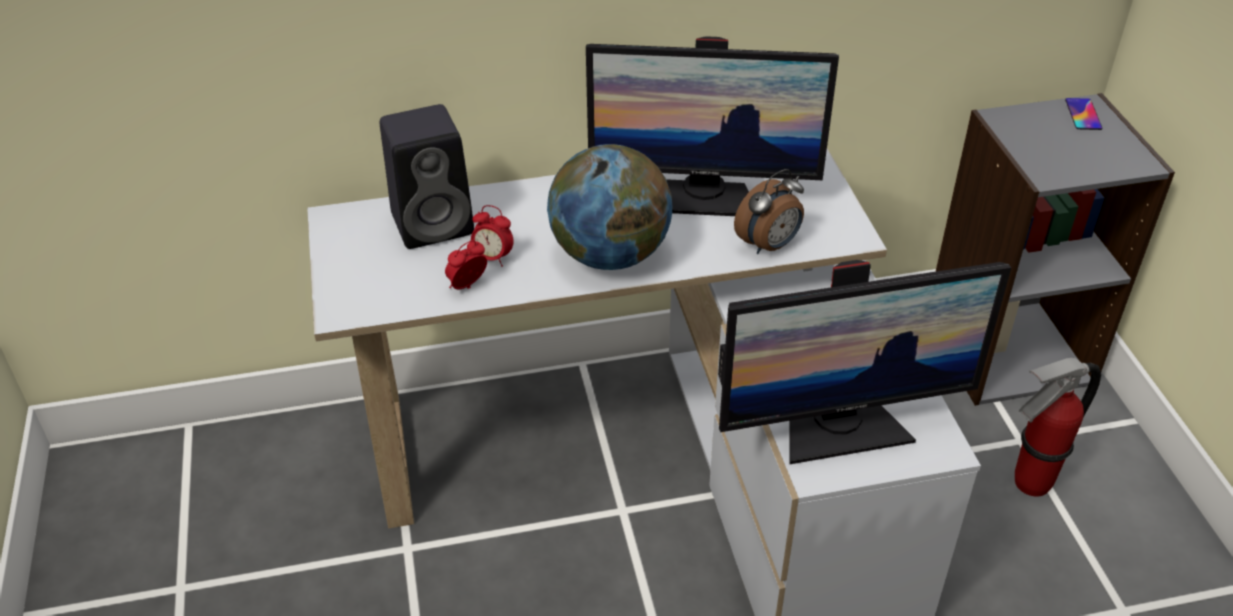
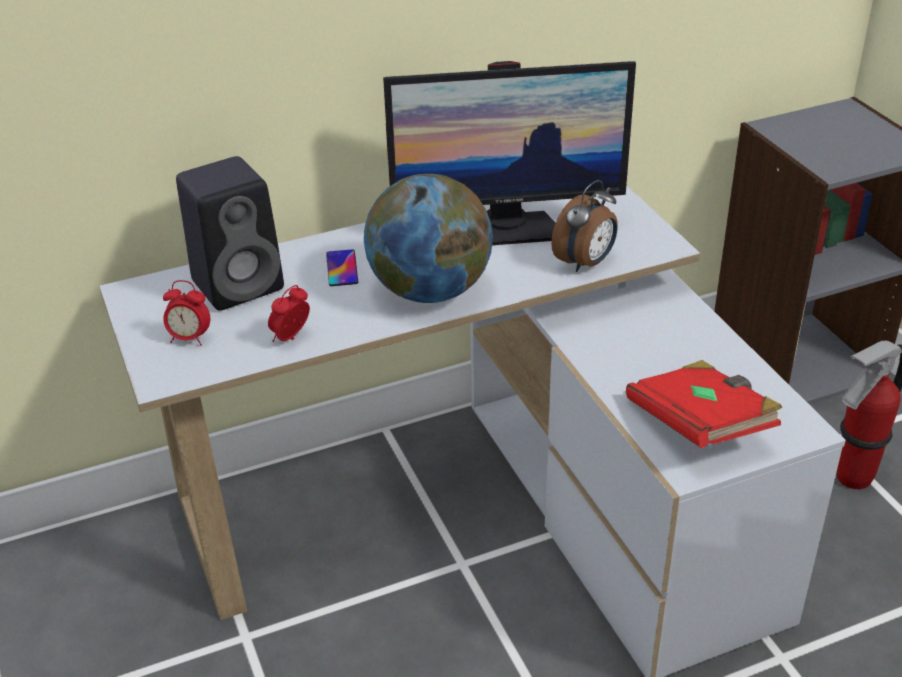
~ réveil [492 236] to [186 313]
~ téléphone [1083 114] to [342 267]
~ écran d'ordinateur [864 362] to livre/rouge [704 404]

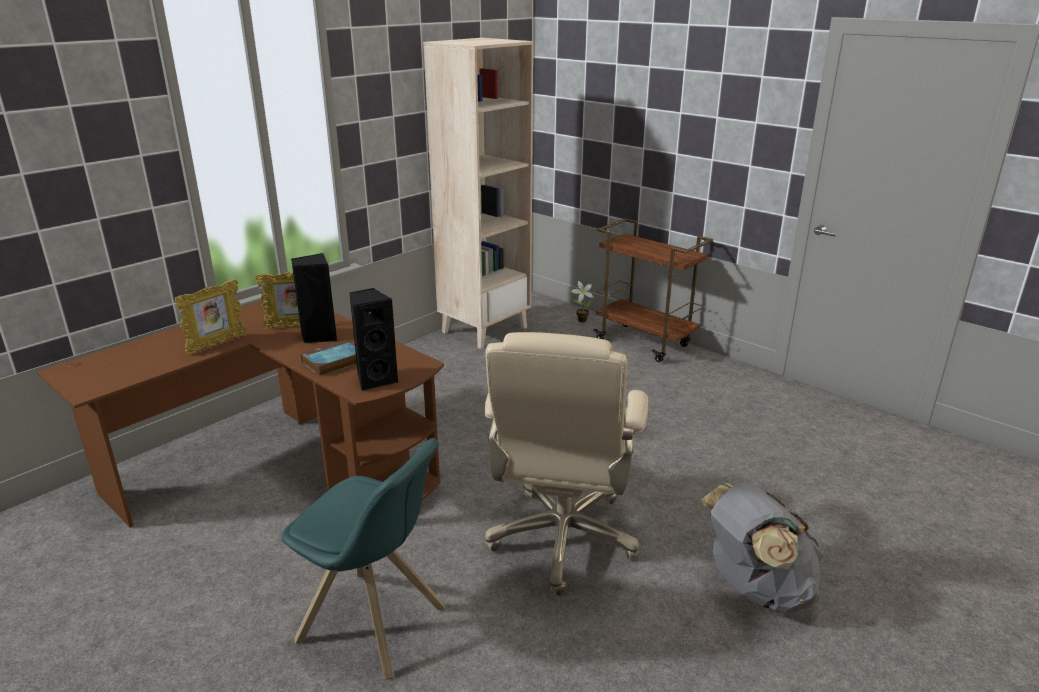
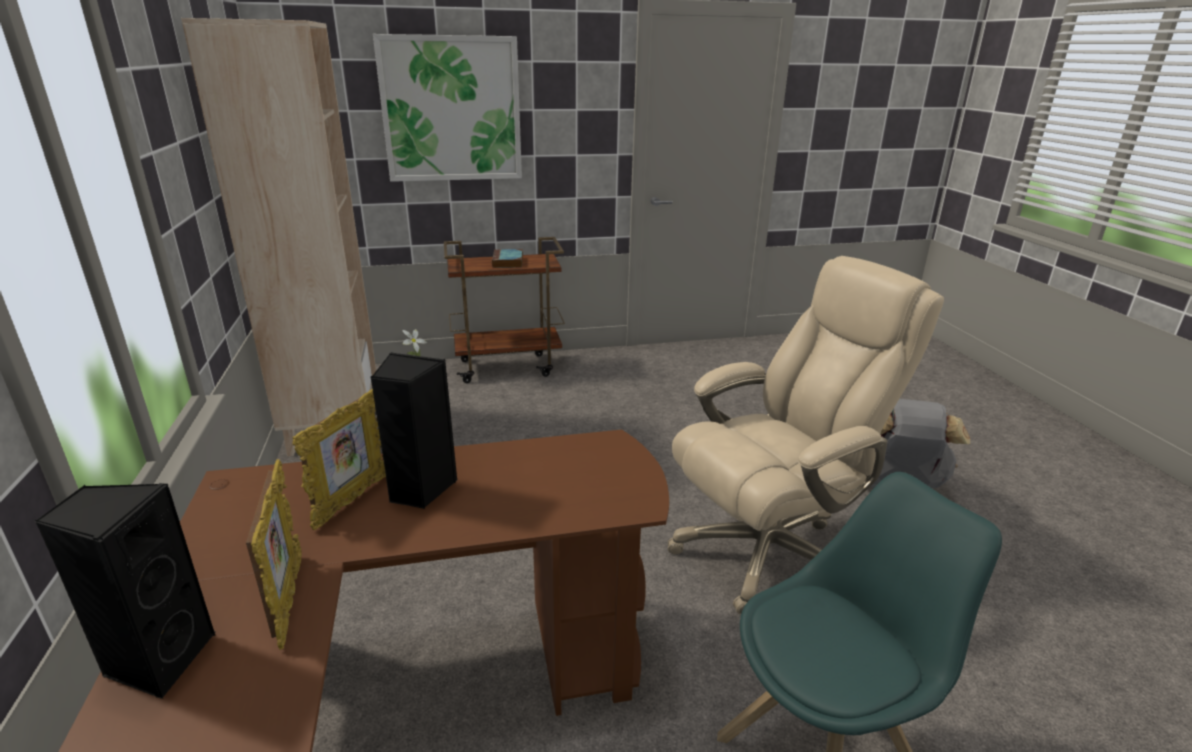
+ tableau [447 108]
~ livre [329 358] to [507 258]
~ enceinte/noir [374 339] to [125 591]
~ chaise de bureau/beige [567 464] = [806 435] 75 degrees counterclockwise

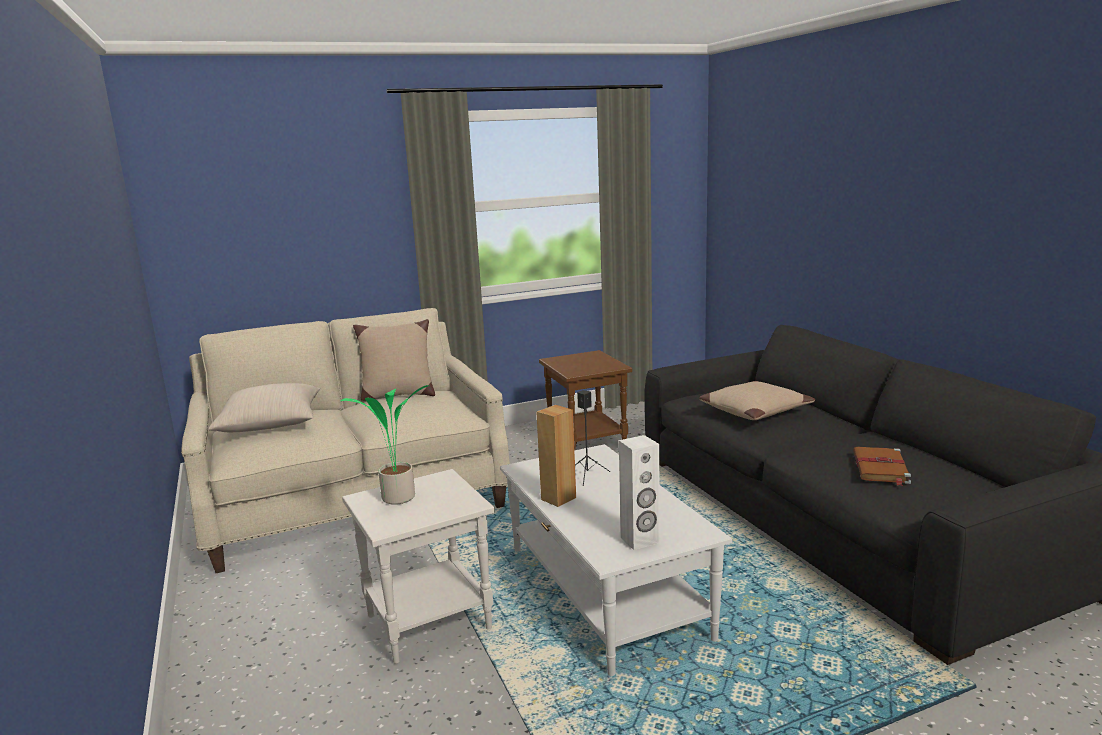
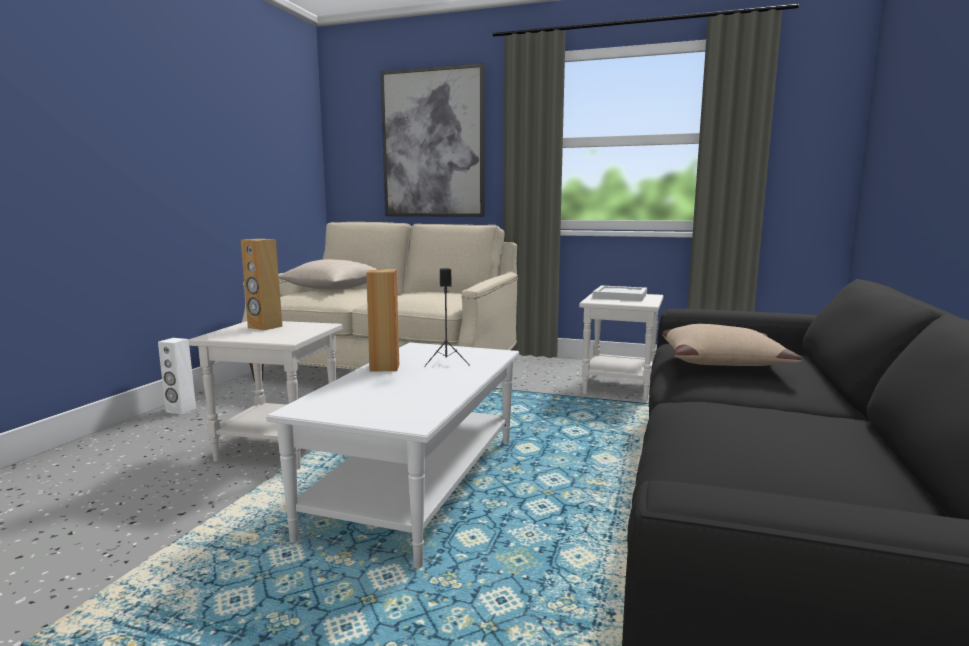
- coussin/beige [394 360]
- livre/marron [882 466]
+ tableau [433 140]
+ plateau/blanc [620 293]
~ enceinte/blanc [639 492] to [177 376]
~ plante en pot [384 445] to enceinte/marron [262 284]
~ table d'appoint/marron [585 400] to table d'appoint/blanc [621 347]

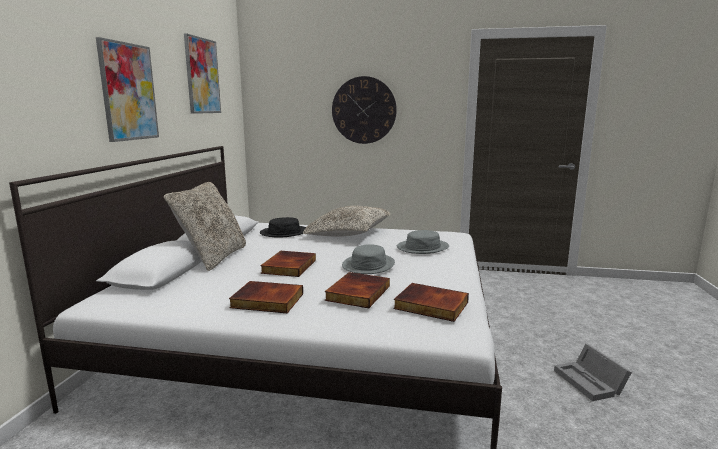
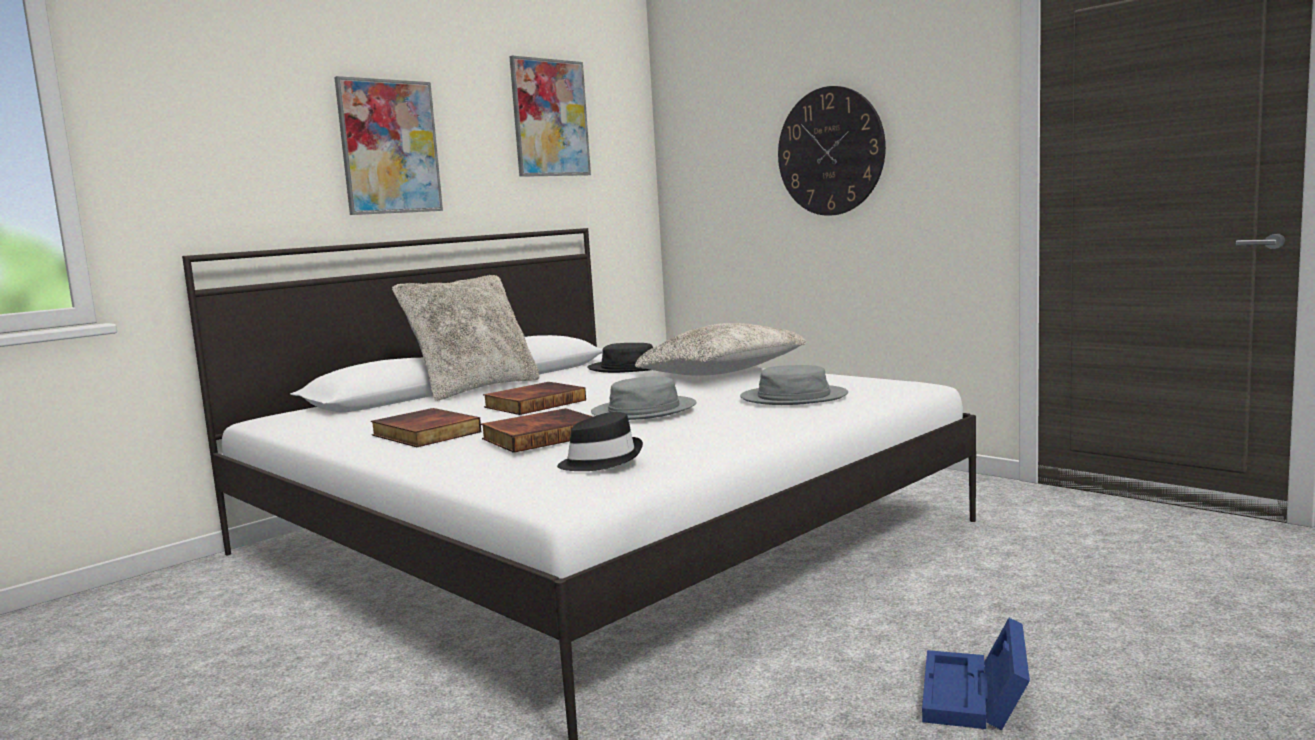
~ livre [431 302] to chapeau/noir [600 441]
~ boîte de rangement/gris [593 372] to boîte de rangement/bleu [976 674]

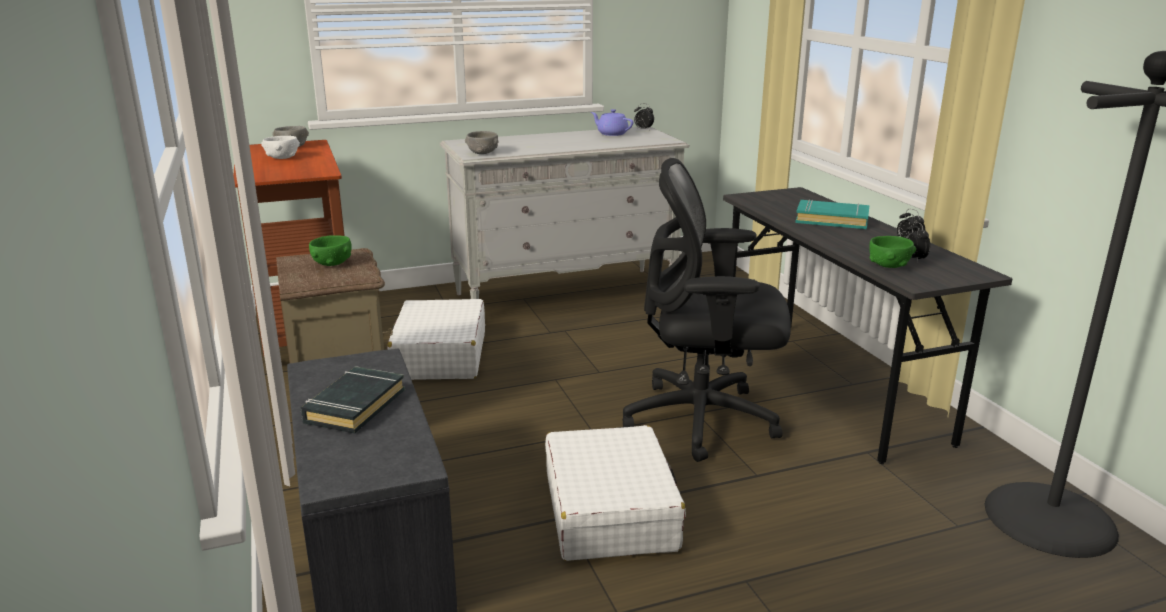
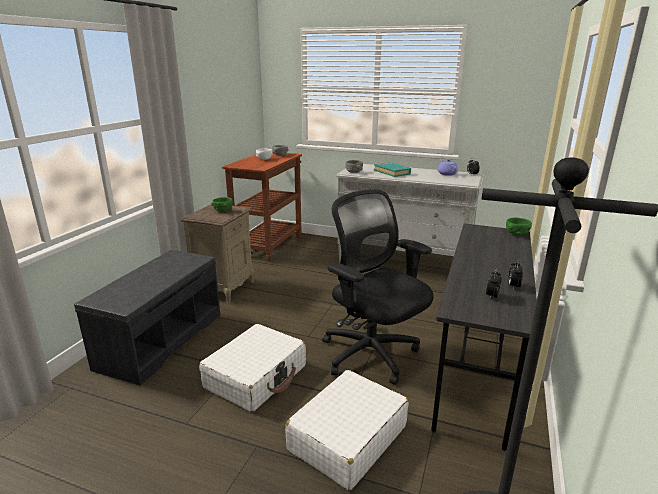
- livre/noir [352 400]
~ valise/blanc [436 339] to [346 430]
~ livre/turquoise [832 214] to [392 169]
~ bol/vert [892 252] to [519 226]

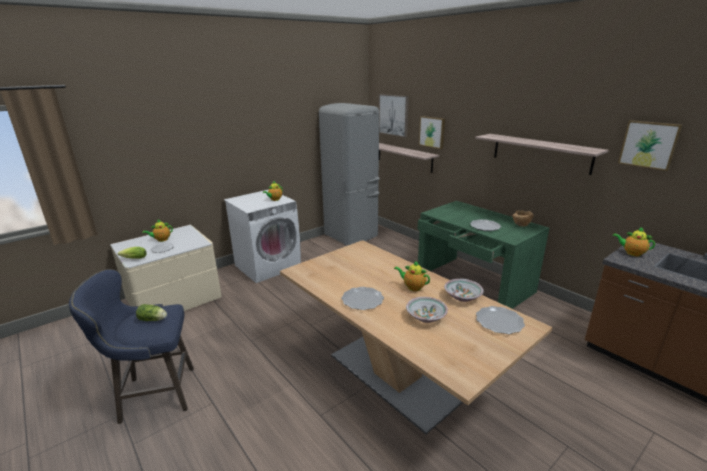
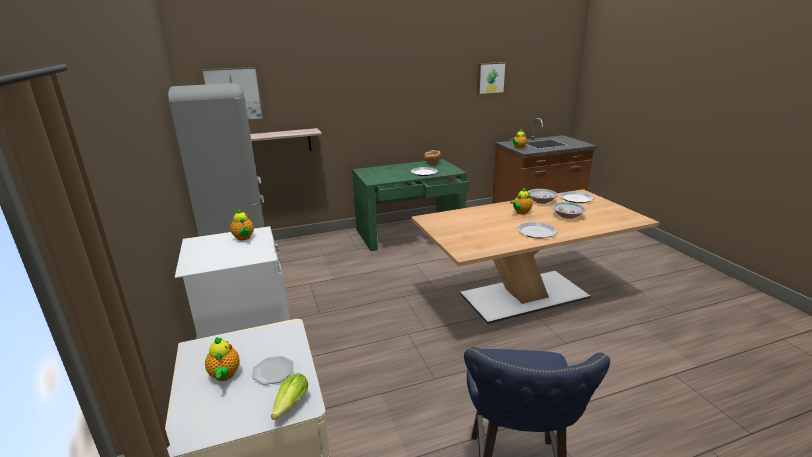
- laitue [151 312]
- tableau [432 132]
- étagère [542 154]

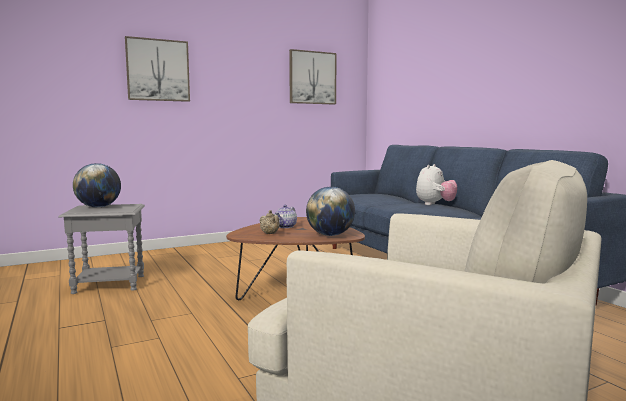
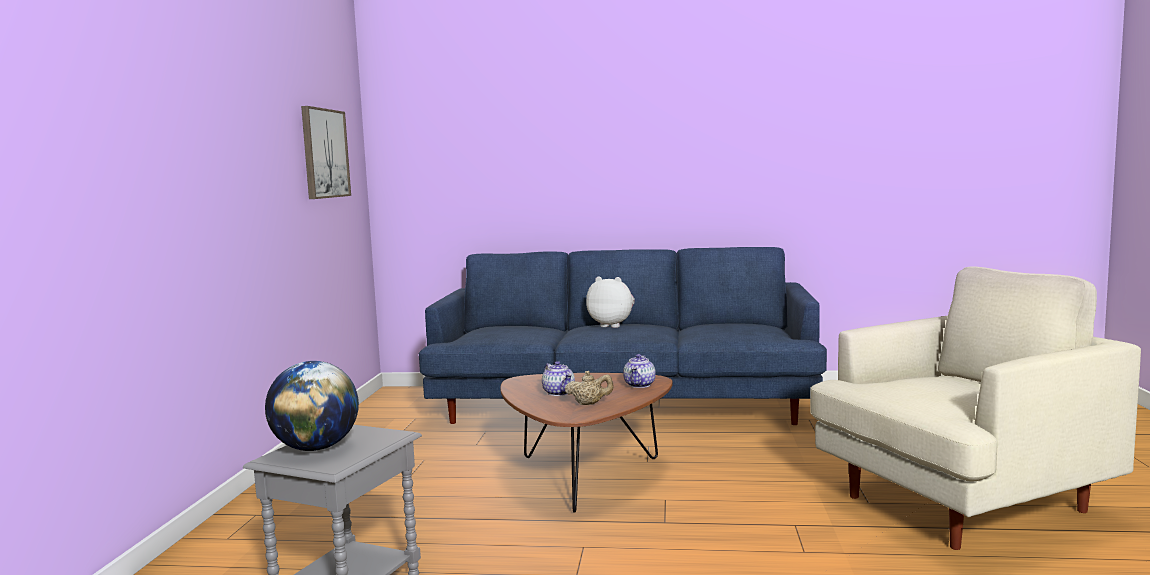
- tableau [157 69]
~ globe [330 211] to théière [639 371]
~ peluche [436 184] = [610 302] 45 degrees counterclockwise

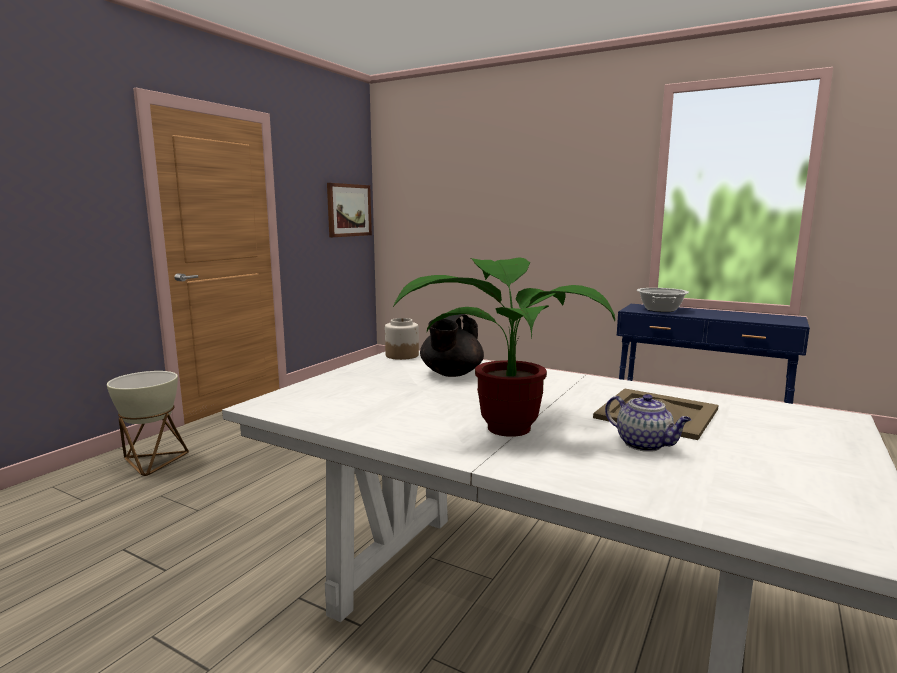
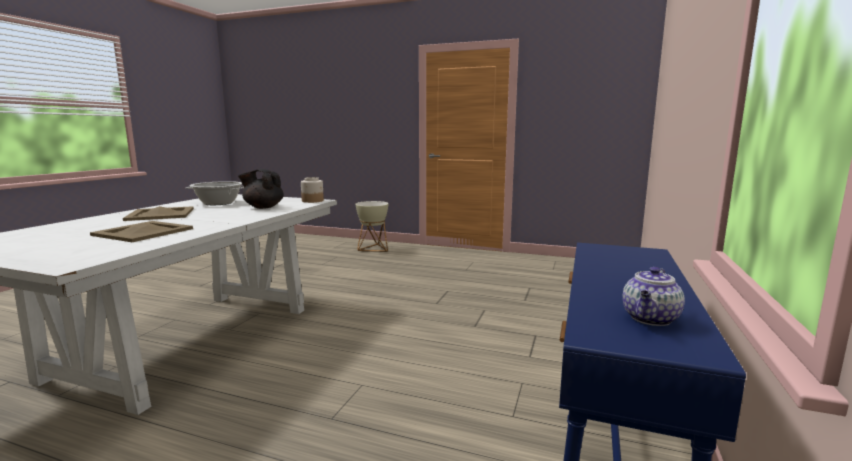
- tableau [349 210]
~ théière [648 423] to [654 296]
~ marmite [663 300] to [215 193]
~ plante en pot [504 347] to plateau/beige [158 213]

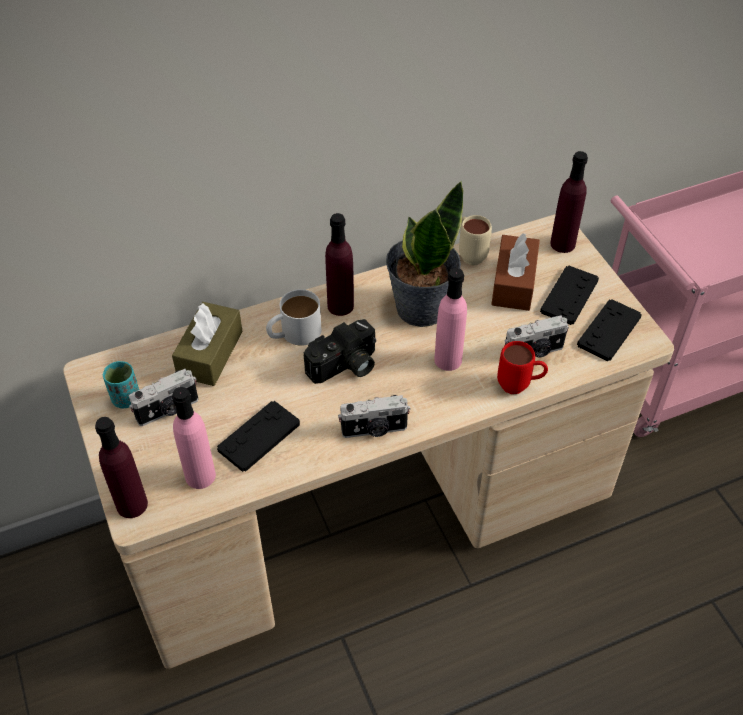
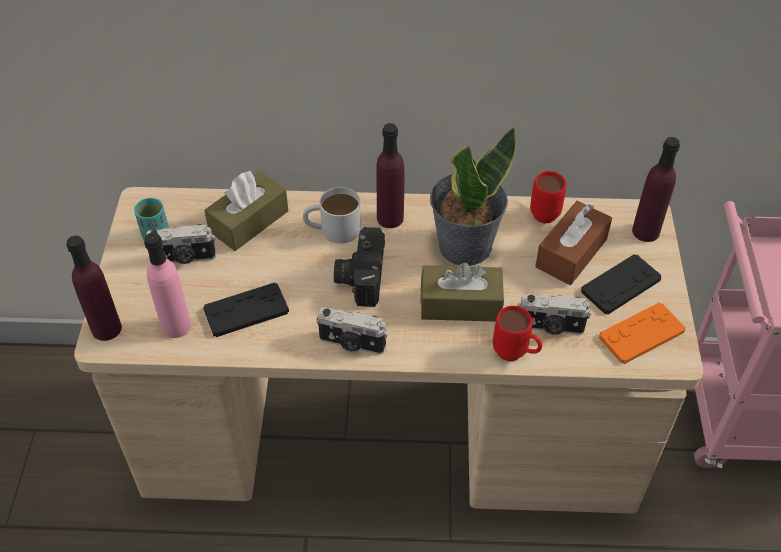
~ bouteille/rose [450 319] to boîte à mouchoirs/marron [462 292]
~ mug/beige [475 240] to mug/rouge [548 197]
~ manette/noir [609 330] to manette/orange [642 333]
~ appareil photo [340 351] = [359 267] 105 degrees clockwise

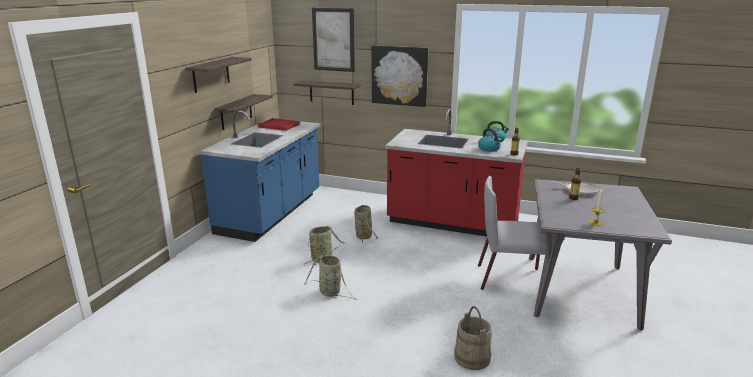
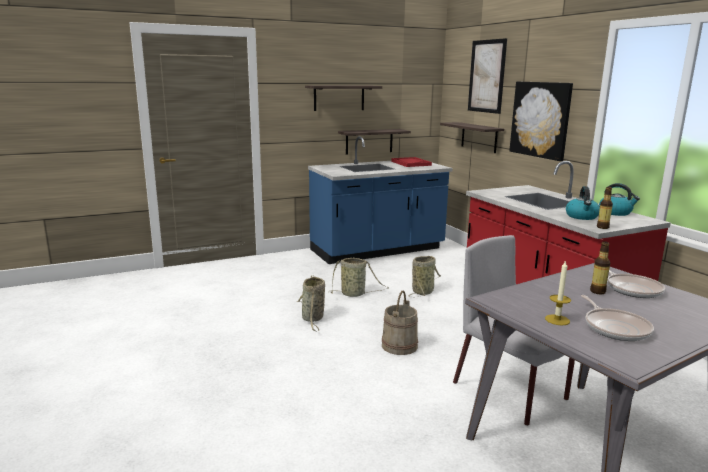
+ poêle [617 318]
~ seau/beige [473 338] to [400 323]

